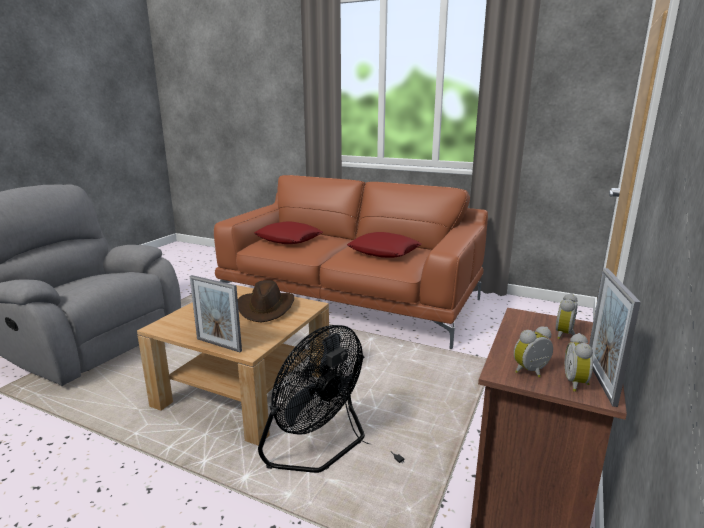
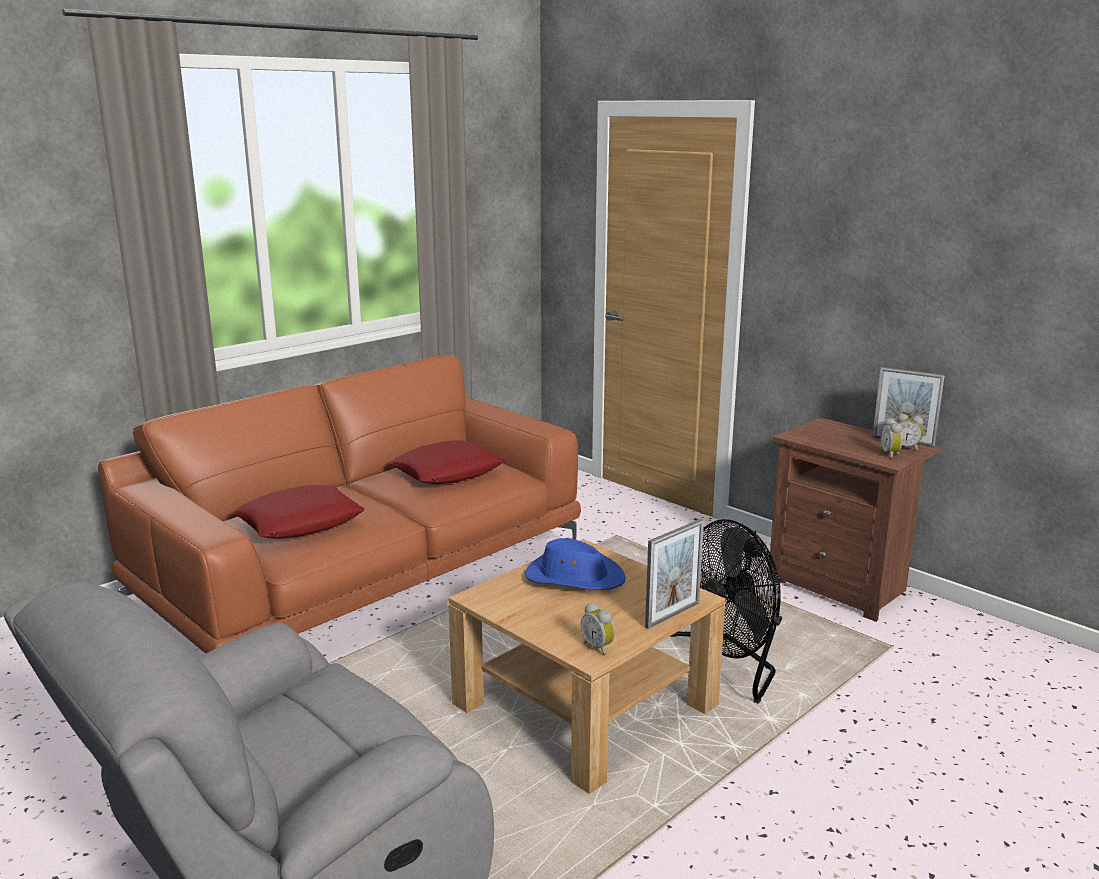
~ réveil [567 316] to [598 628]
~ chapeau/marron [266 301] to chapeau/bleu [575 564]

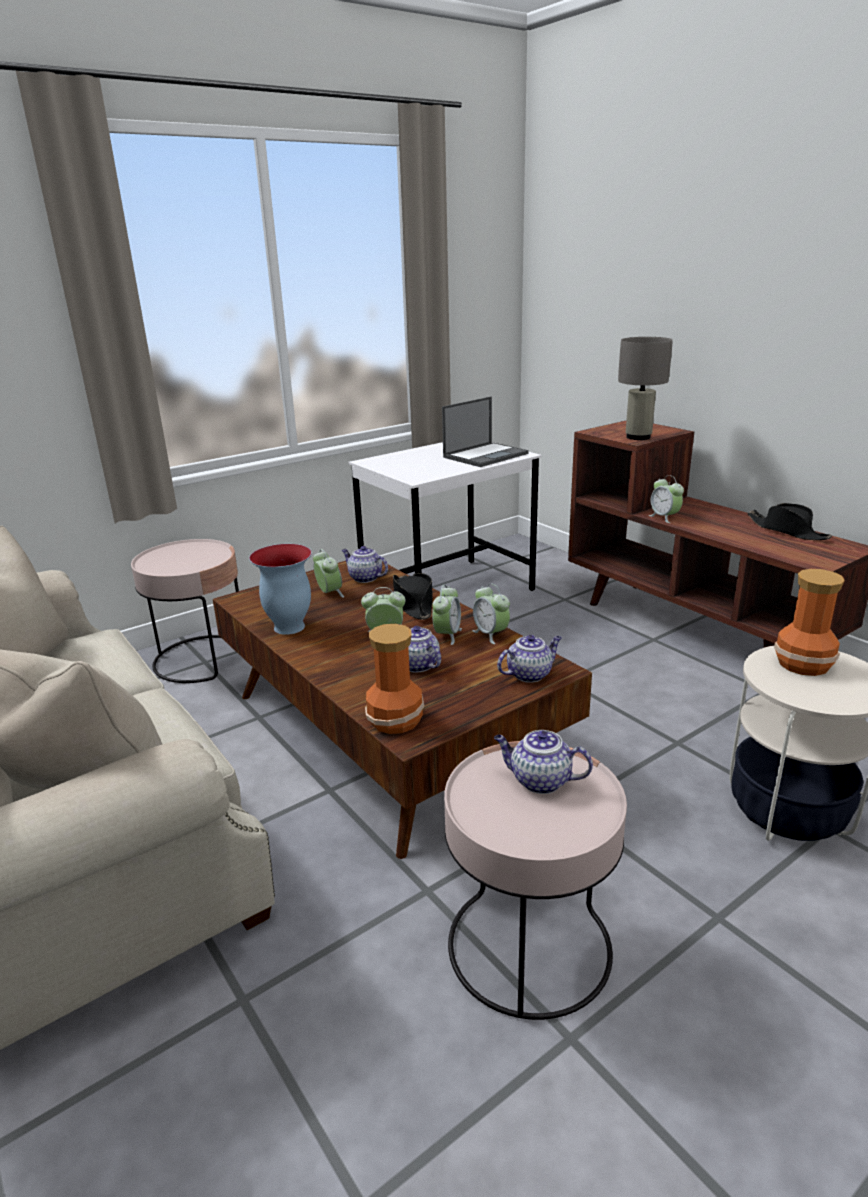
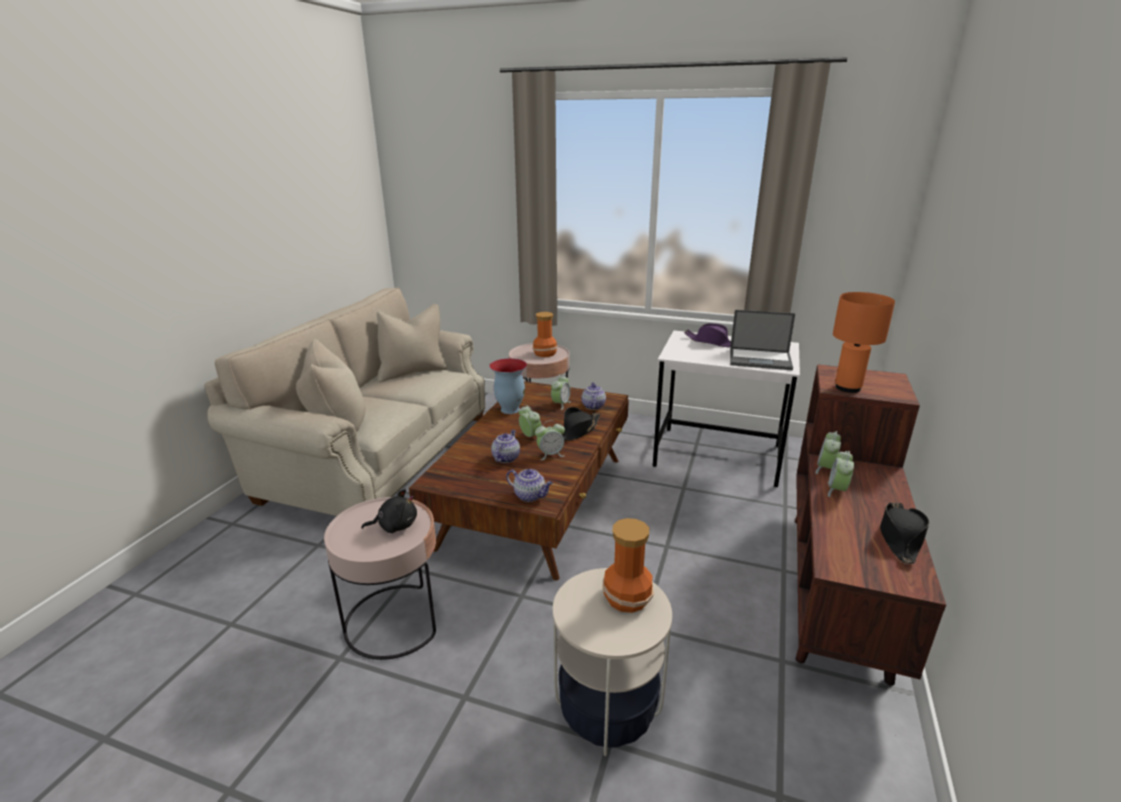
+ chapeau/violet [707 335]
~ vase [395 679] to [545 334]
~ réveil [491 613] to [841 474]
~ théière [543 762] to peluche/noir [389 511]
~ lampe de table/gris [645 388] to lampe de table/orange [864 342]

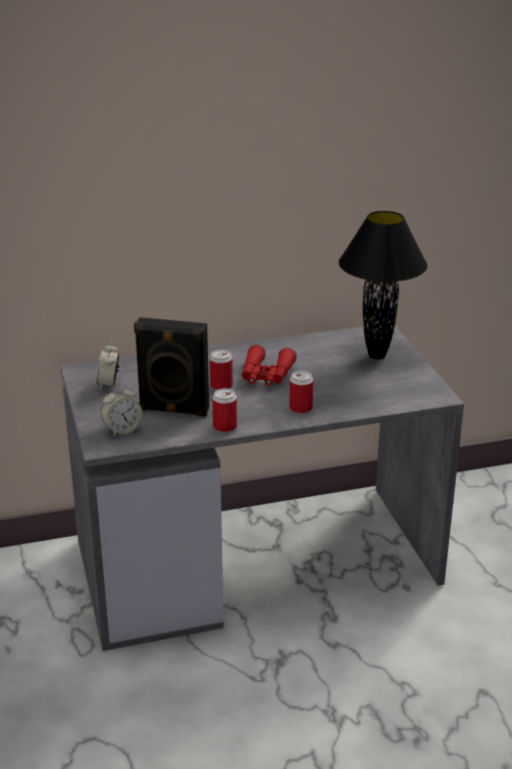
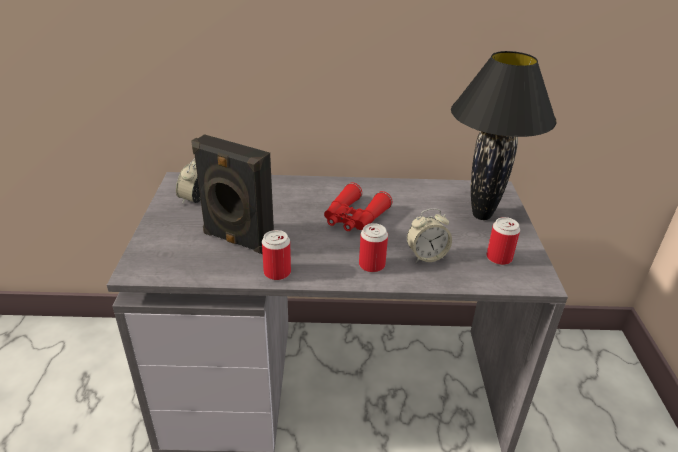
~ réveil [121 410] to [429 235]
~ boîte métallique [221 369] to [503 241]

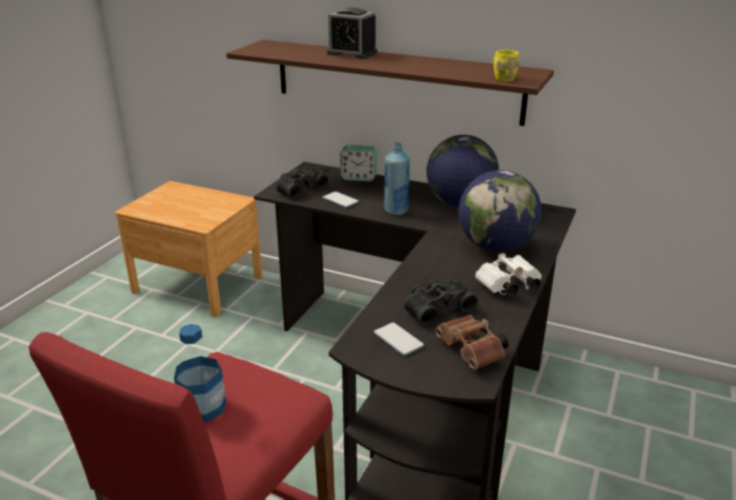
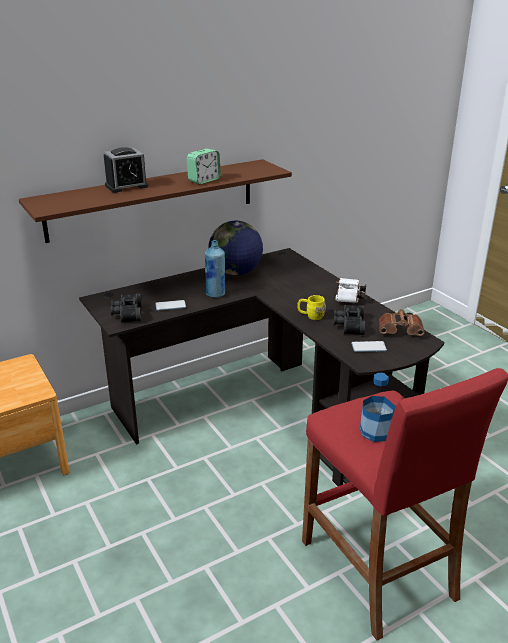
- globe [500 211]
~ réveil [358 163] to [204 166]
~ mug/jaune [506 65] to [311 307]

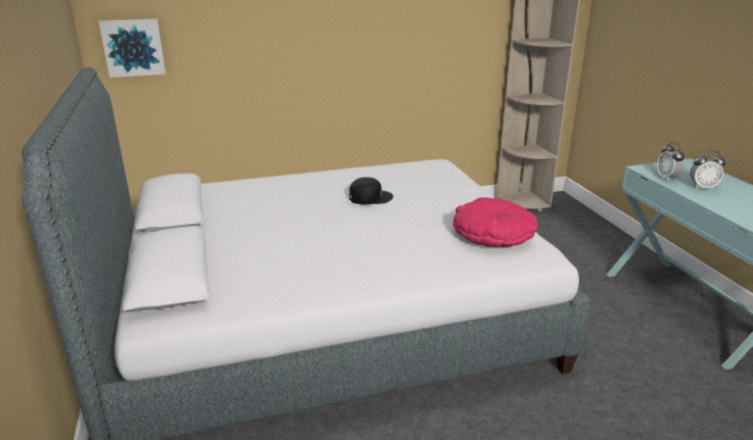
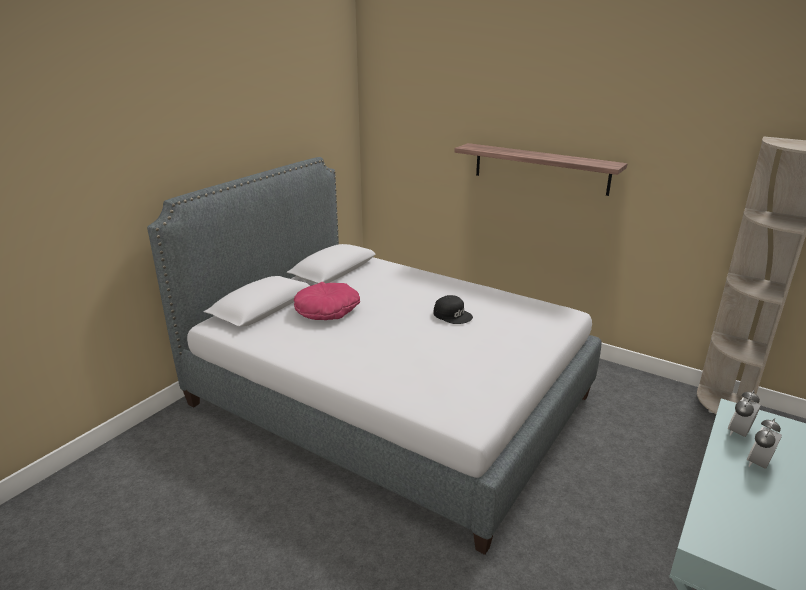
- tableau [132 48]
+ étagère [540 169]
~ coussin/rose [495 222] to [327 301]
~ réveil [707 170] = [764 443] 75 degrees clockwise

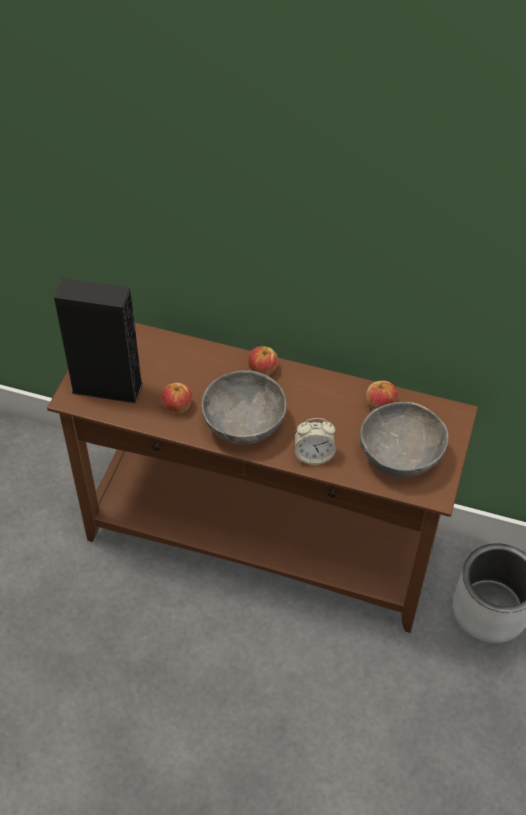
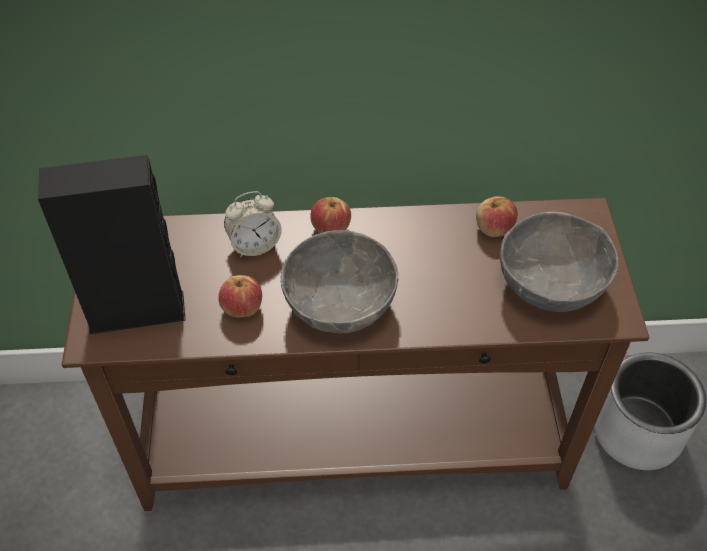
~ réveil [315 441] to [253 224]

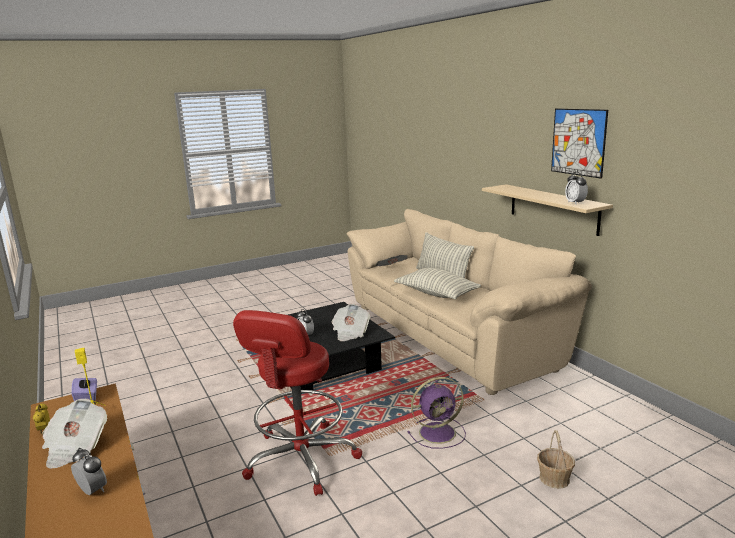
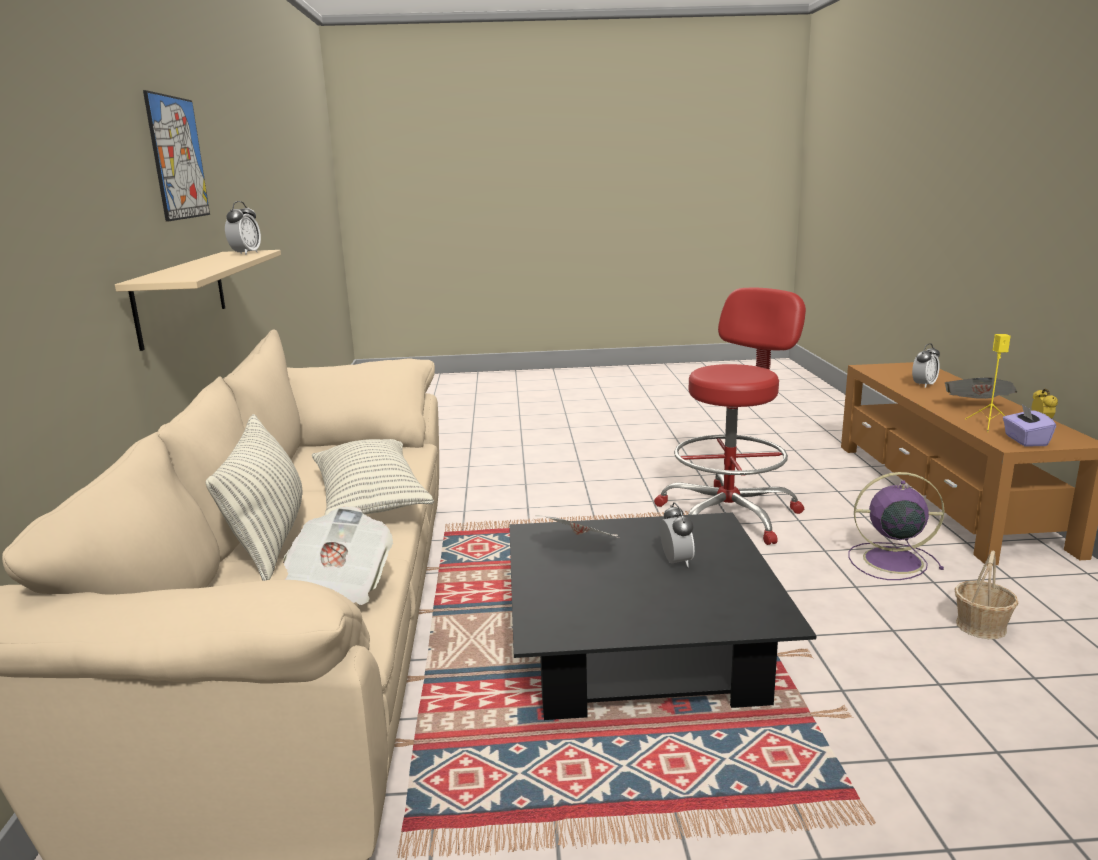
~ ventilateur/violet [436 413] to [896 526]
~ panier [556 459] to [986 594]
~ réveil [89 471] = [926 365] 105 degrees counterclockwise

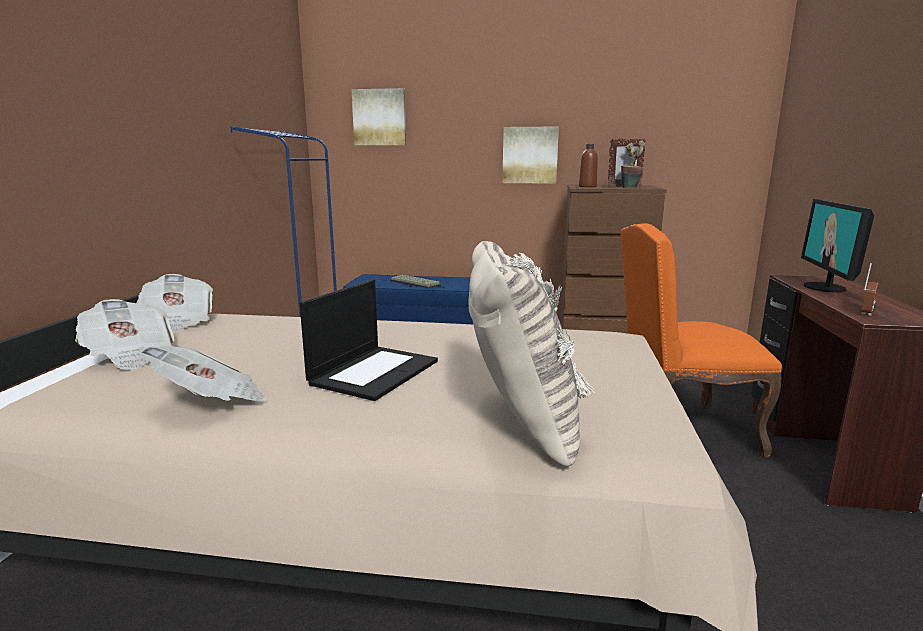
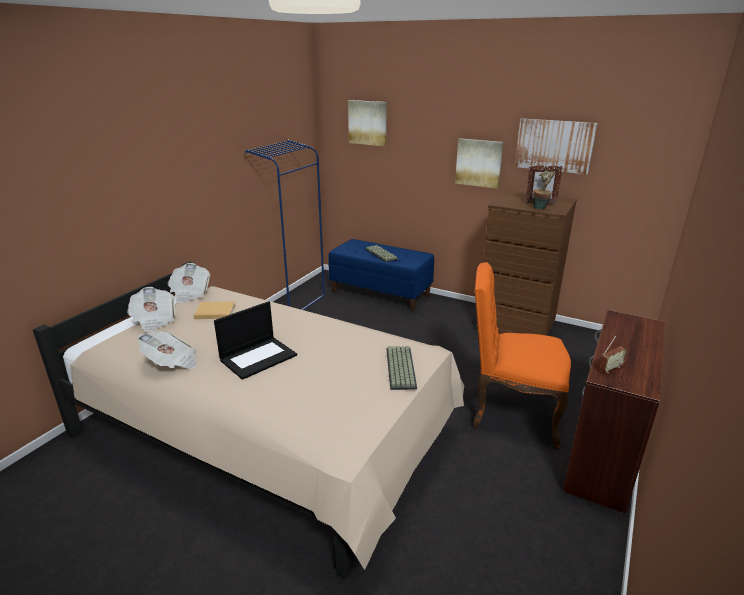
- coussin/beige [531 353]
- bouteille/marron [588 165]
- écran d'ordinateur [837 245]
+ livre/beige [214 310]
+ clavier [401 368]
+ tableau [556 146]

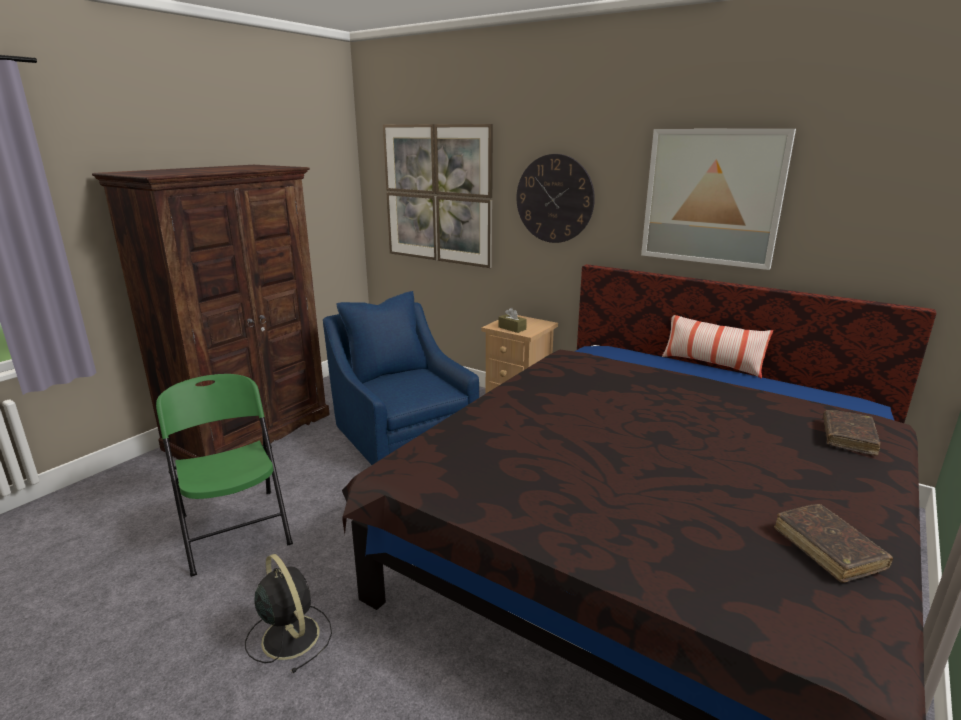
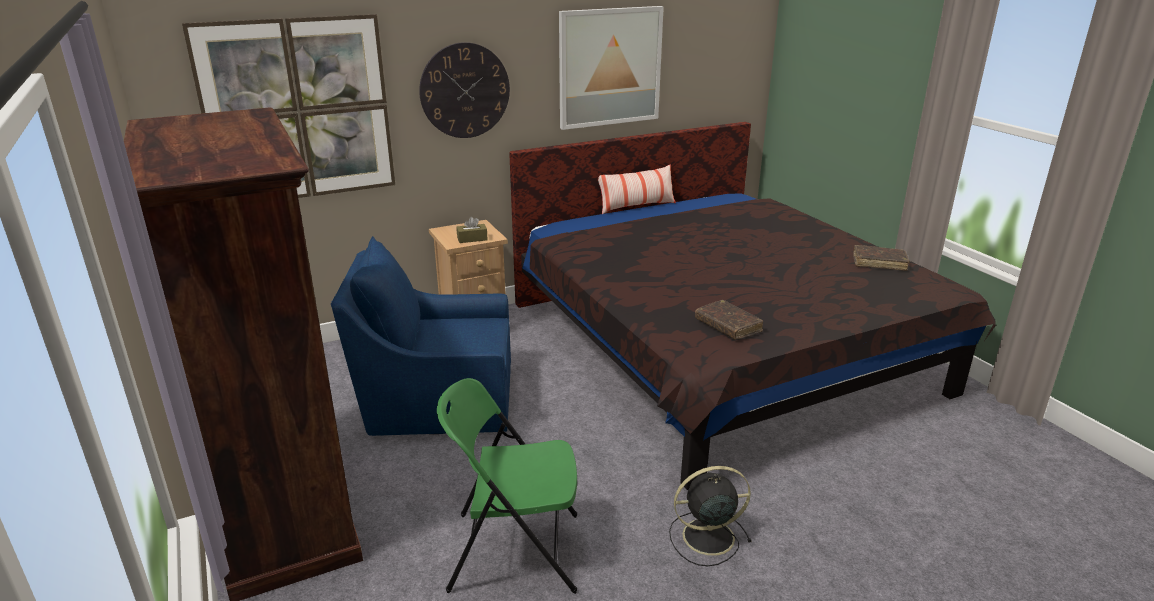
~ livre/marron [851 433] to [729 320]

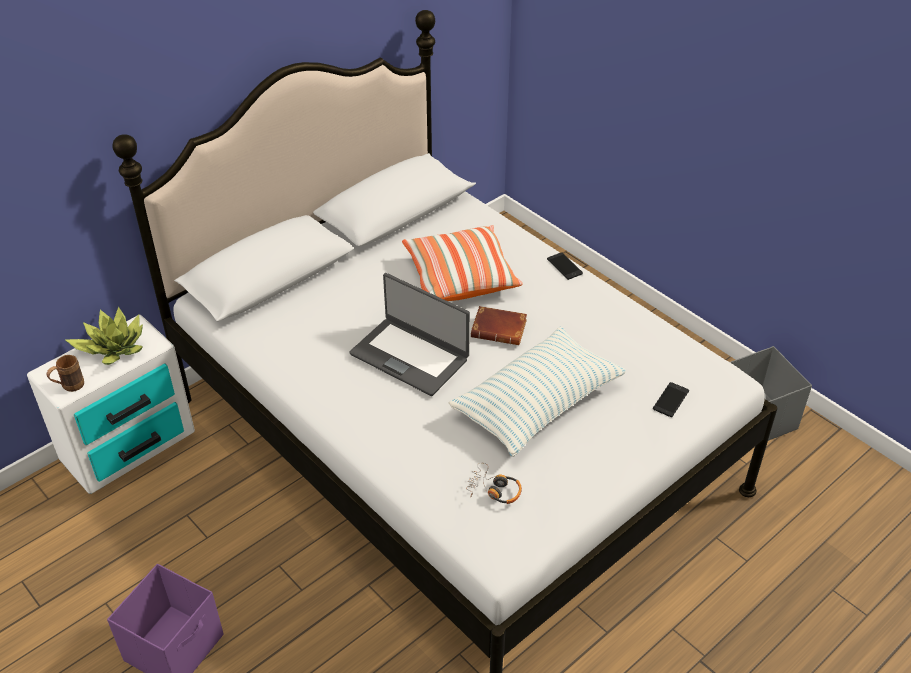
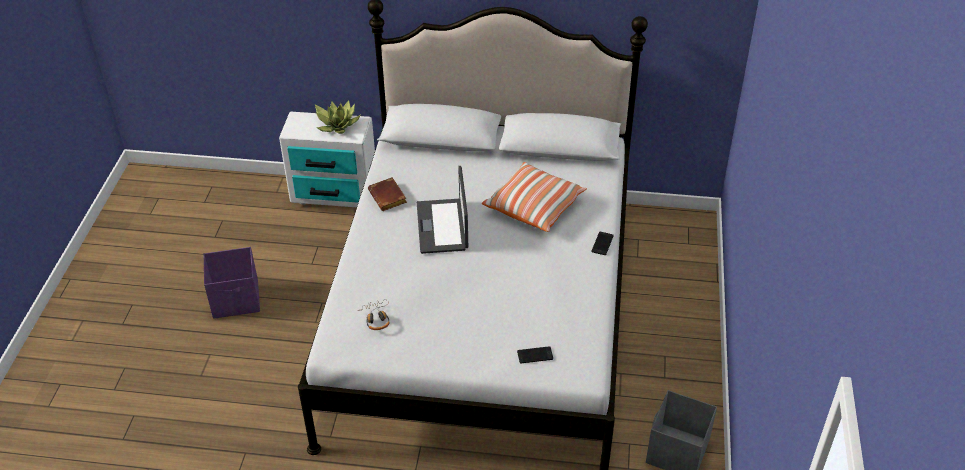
- mug/marron [65 373]
- coussin [537 392]
~ livre/marron [499 325] to [387 194]

